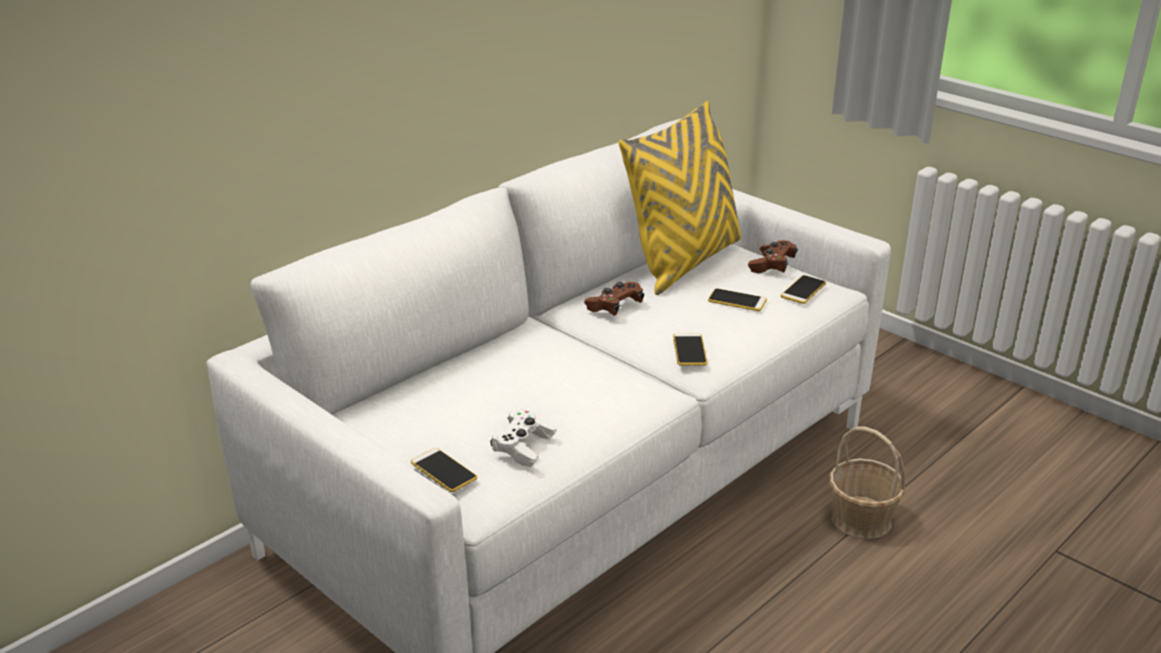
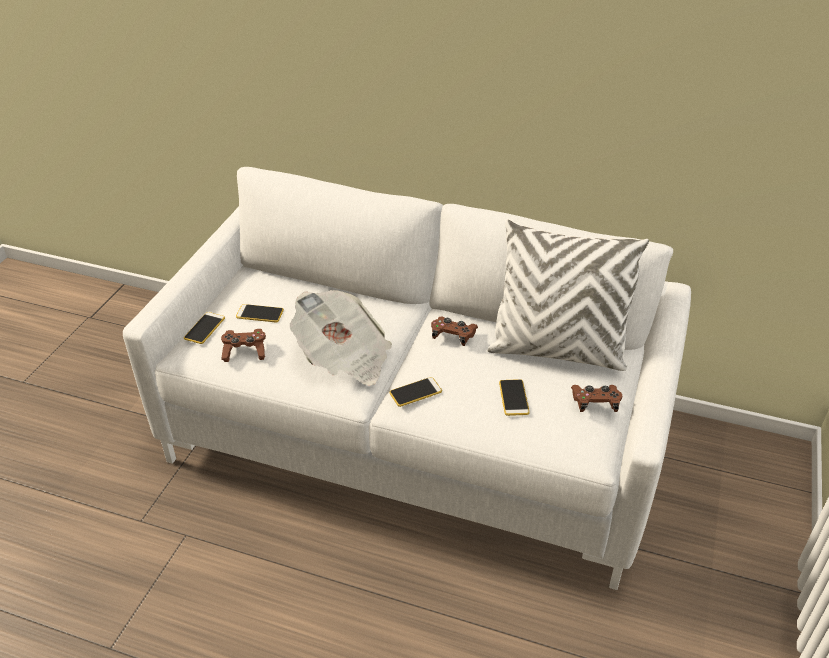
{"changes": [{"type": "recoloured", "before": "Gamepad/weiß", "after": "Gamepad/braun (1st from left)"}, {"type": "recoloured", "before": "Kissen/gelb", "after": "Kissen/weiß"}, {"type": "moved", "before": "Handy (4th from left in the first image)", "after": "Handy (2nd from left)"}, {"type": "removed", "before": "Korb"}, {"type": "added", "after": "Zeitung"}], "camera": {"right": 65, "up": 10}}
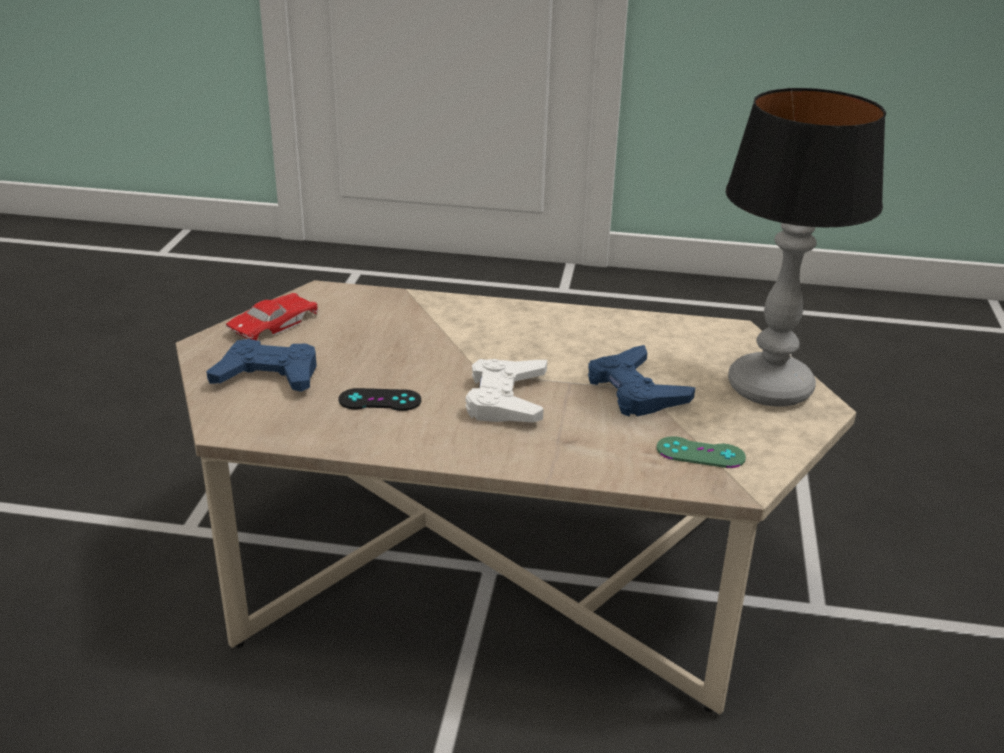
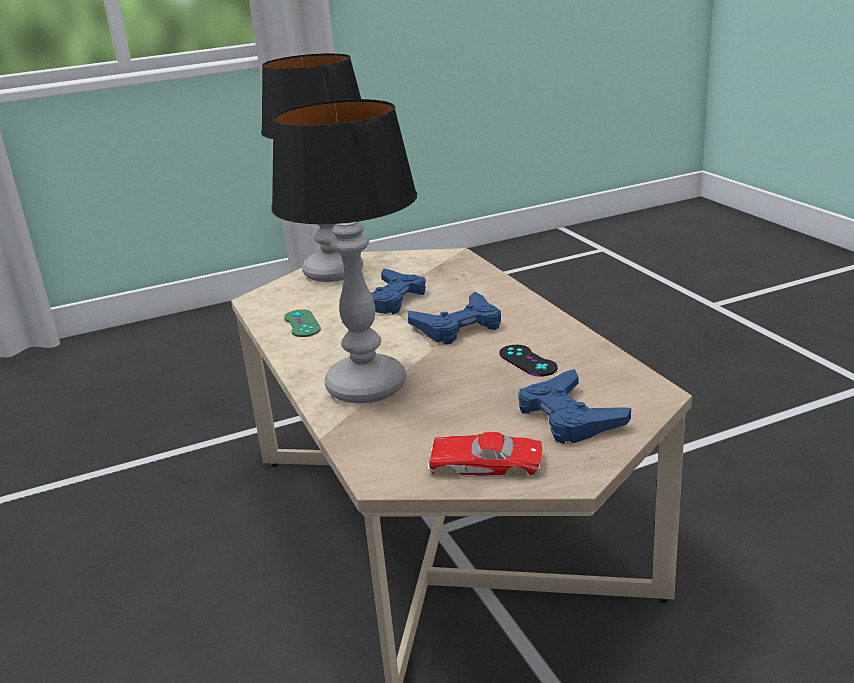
{"changes": [{"type": "recoloured", "before": "Gamepad/weiß", "after": "Gamepad/blau (2nd from left)"}, {"type": "moved", "before": "Gamepad/grün"}, {"type": "added", "after": "Tischlampe (2nd from left)"}], "camera": {"right": -120, "up": -5}}
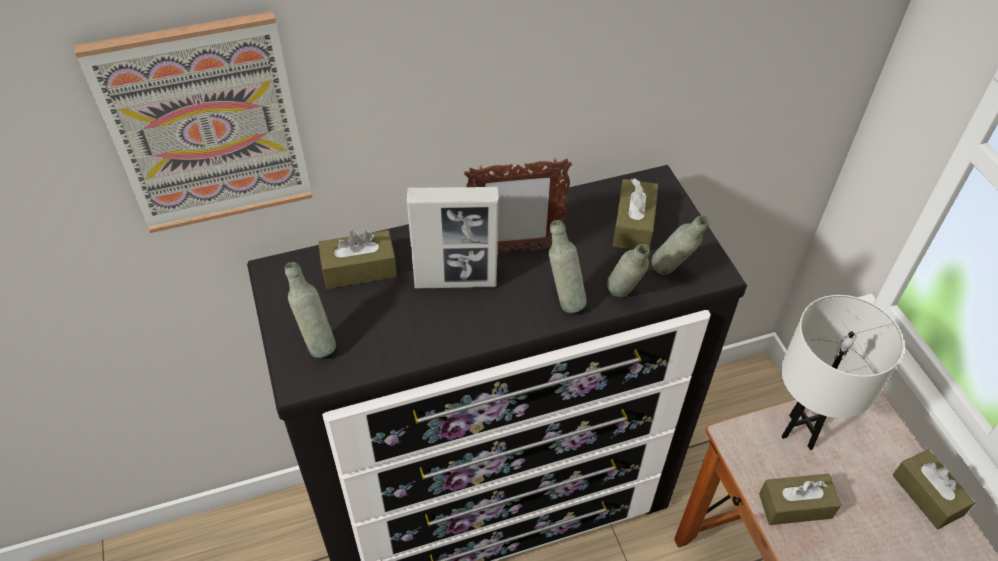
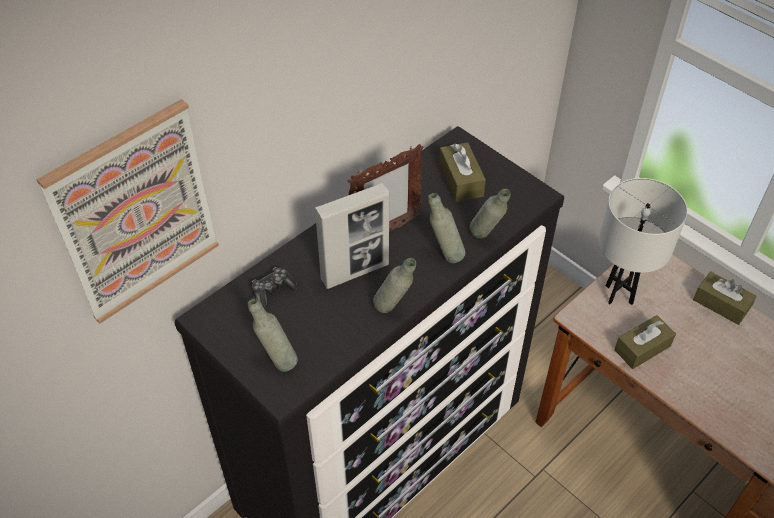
{"changes": [{"type": "replaced", "before": "Taschentuchbox/braun (1st from left)", "after": "Gamepad"}, {"type": "moved", "before": "Flasche/grau (4th from left in the first image)", "after": "Flasche/grau (2nd from left)"}], "camera": {"right": -25, "up": 0}}
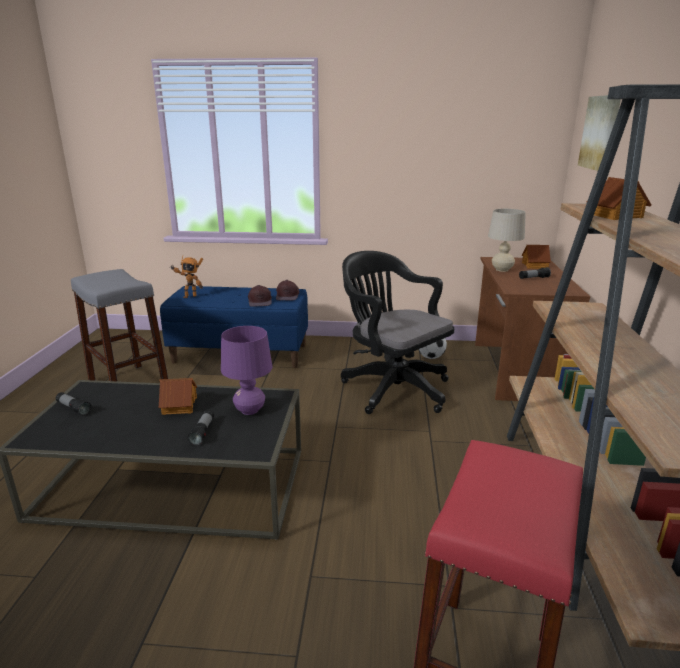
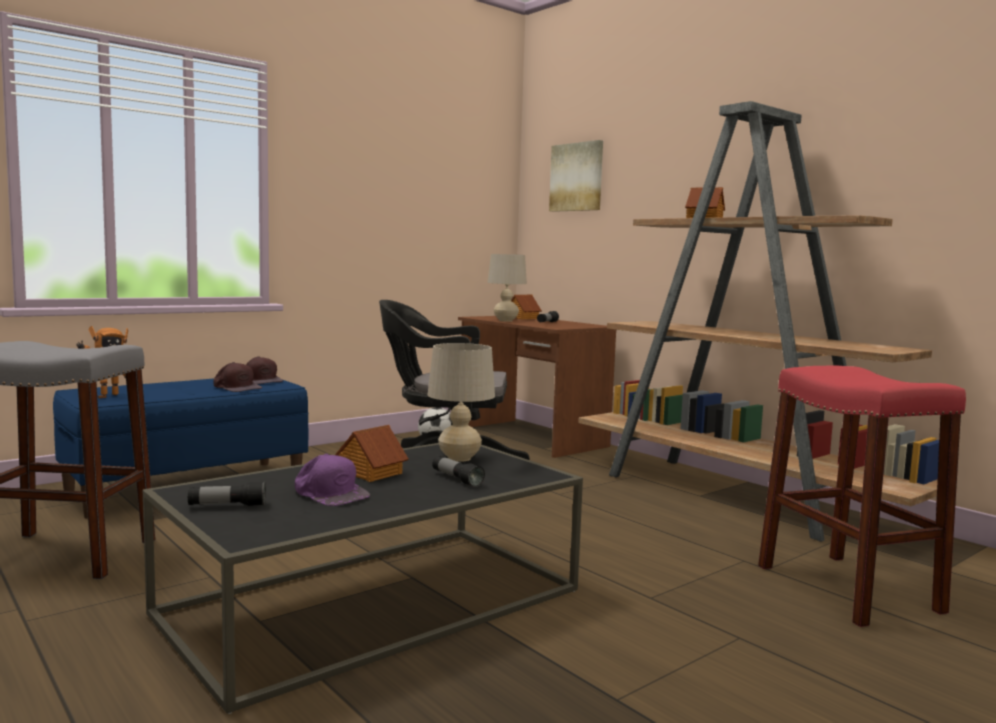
{"changes": [{"type": "recoloured", "before": "Tischlampe/lila", "after": "Tischlampe/beige (1st from left)"}, {"type": "added", "after": "Kappe/lila"}], "camera": {"right": -45, "up": -15}}
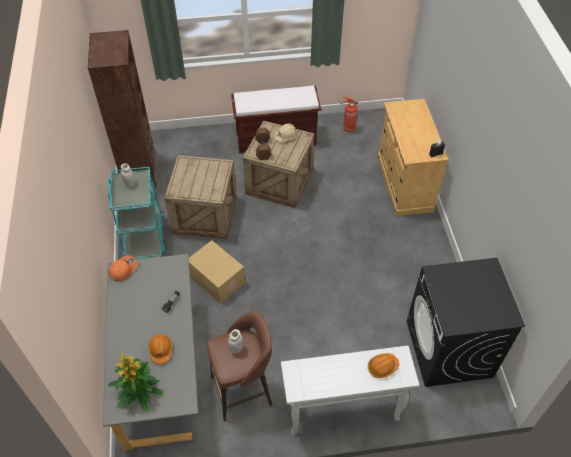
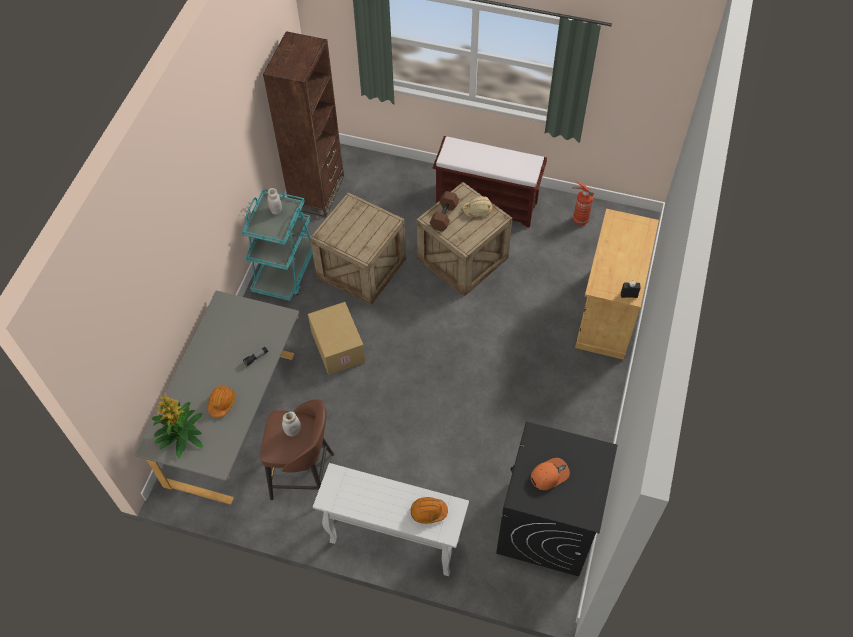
{"changes": [{"type": "moved", "before": "Kappe/orange"}], "camera": {"right": 25, "up": 5}}
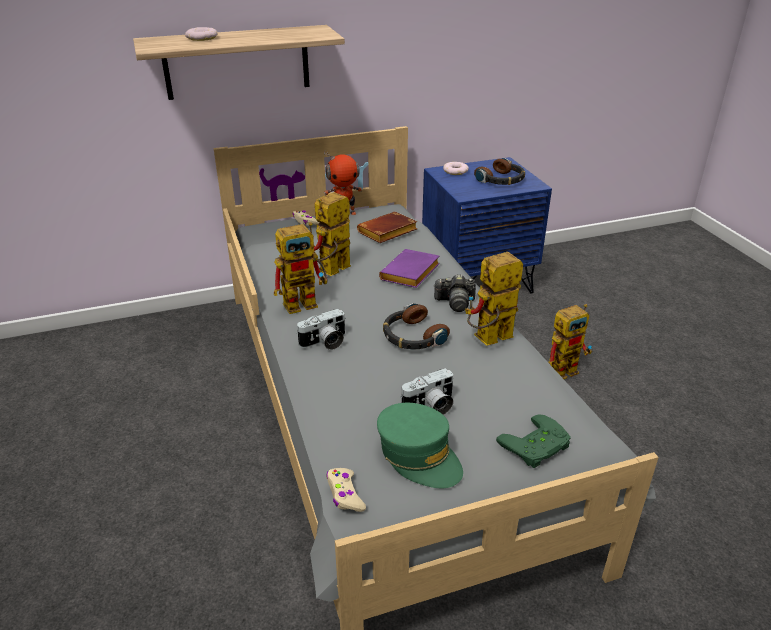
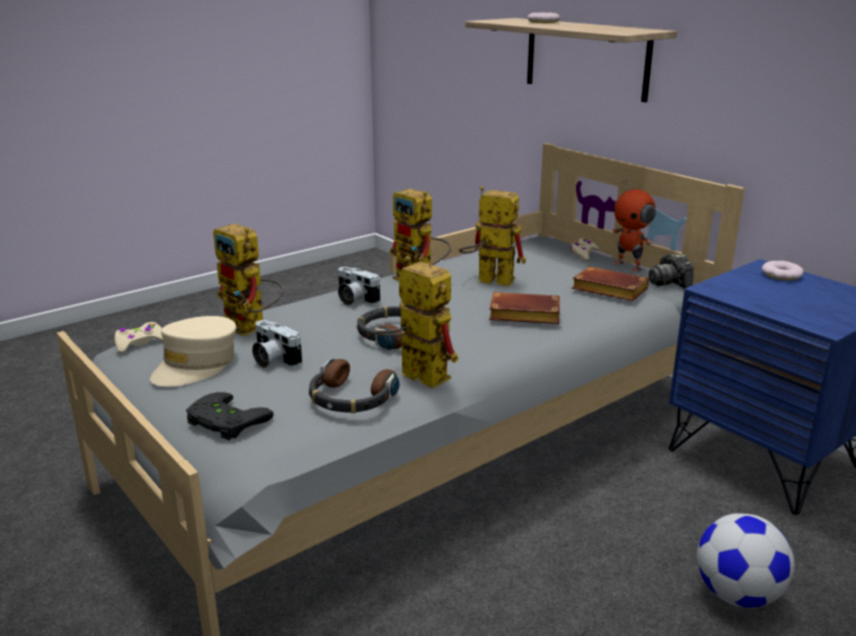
{"changes": [{"type": "recoloured", "before": "Kappe/grün", "after": "Kappe/beige"}, {"type": "recoloured", "before": "Buch/lila", "after": "Buch/braun (1st from left)"}, {"type": "moved", "before": "Kamera (3rd from left)"}, {"type": "moved", "before": "Kopfhörer (2nd from left in the first image)", "after": "Kopfhörer (1st from left)"}, {"type": "recoloured", "before": "Gamepad/grün", "after": "Gamepad/schwarz"}, {"type": "moved", "before": "Spielzeugroboter (5th from left in the first image)", "after": "Spielzeugroboter (1st from left)"}, {"type": "added", "after": "Fußball"}], "camera": {"right": 70, "up": -10}}
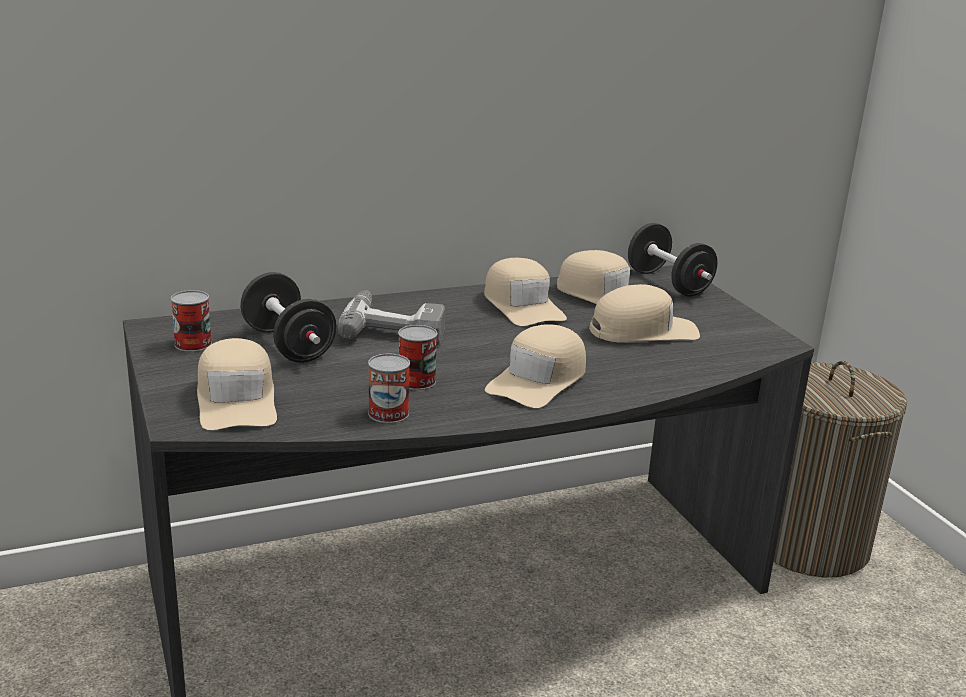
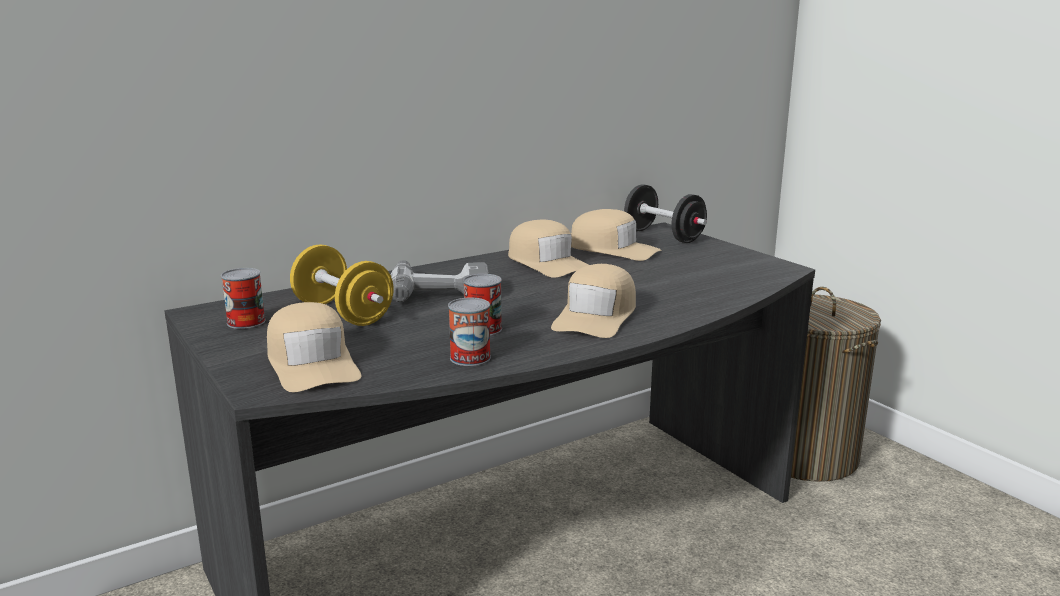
{"changes": [{"type": "recoloured", "before": "Hantel/schwarz (1st from left)", "after": "Hantel/gelb"}, {"type": "removed", "before": "Kappe/beige (5th from left)"}], "camera": {"right": -10, "up": -5}}
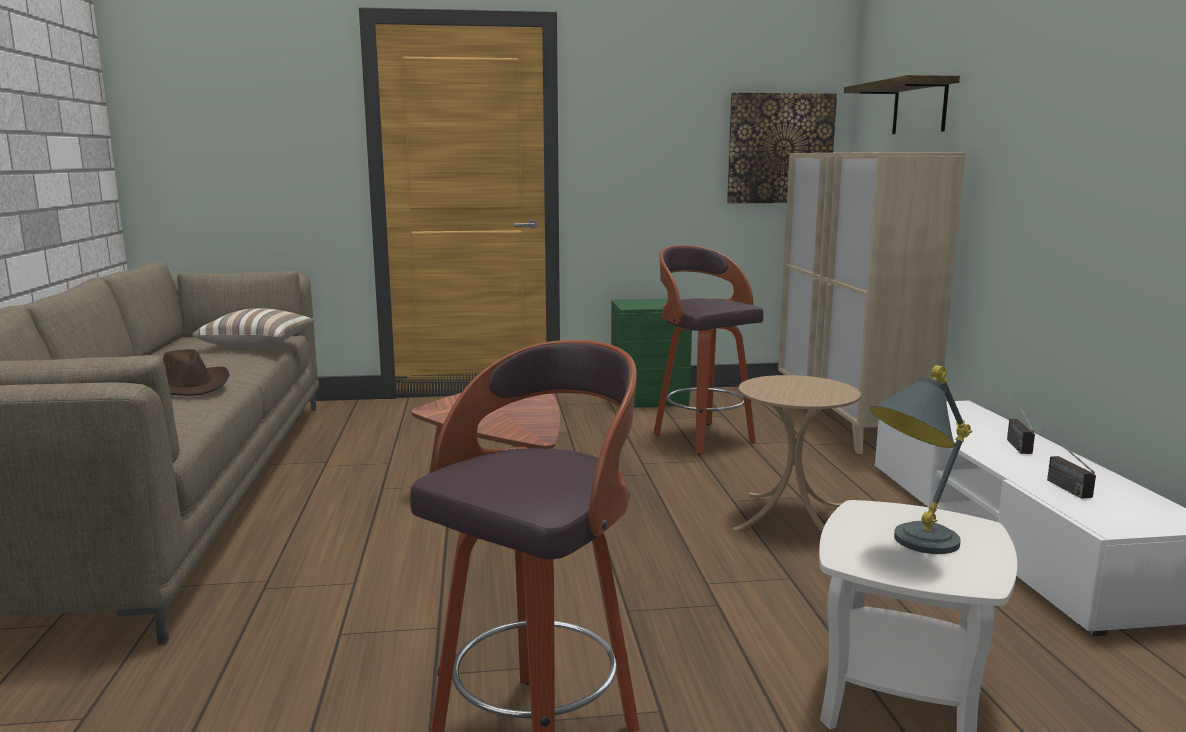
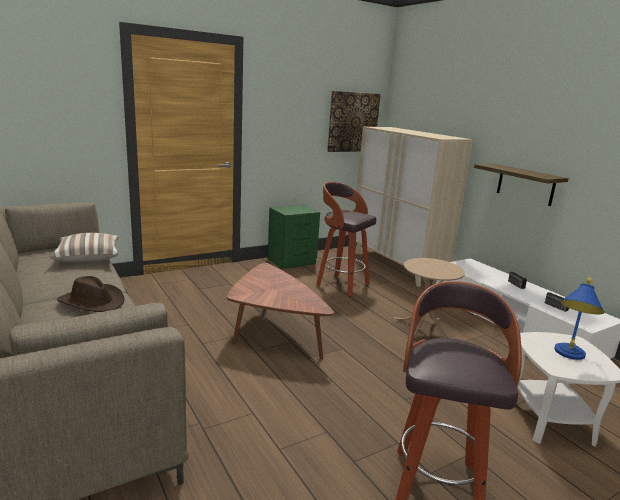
{"changes": [{"type": "moved", "before": "Wandregal"}, {"type": "recoloured", "before": "Tischlampe/grau", "after": "Tischlampe/blau"}], "camera": {"right": -25, "up": 5}}
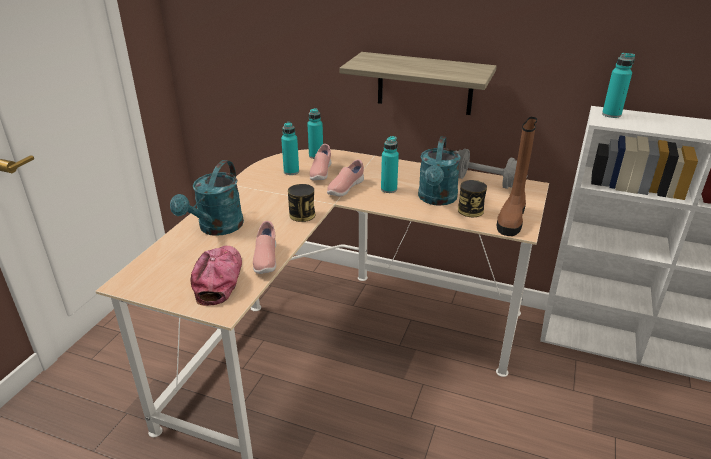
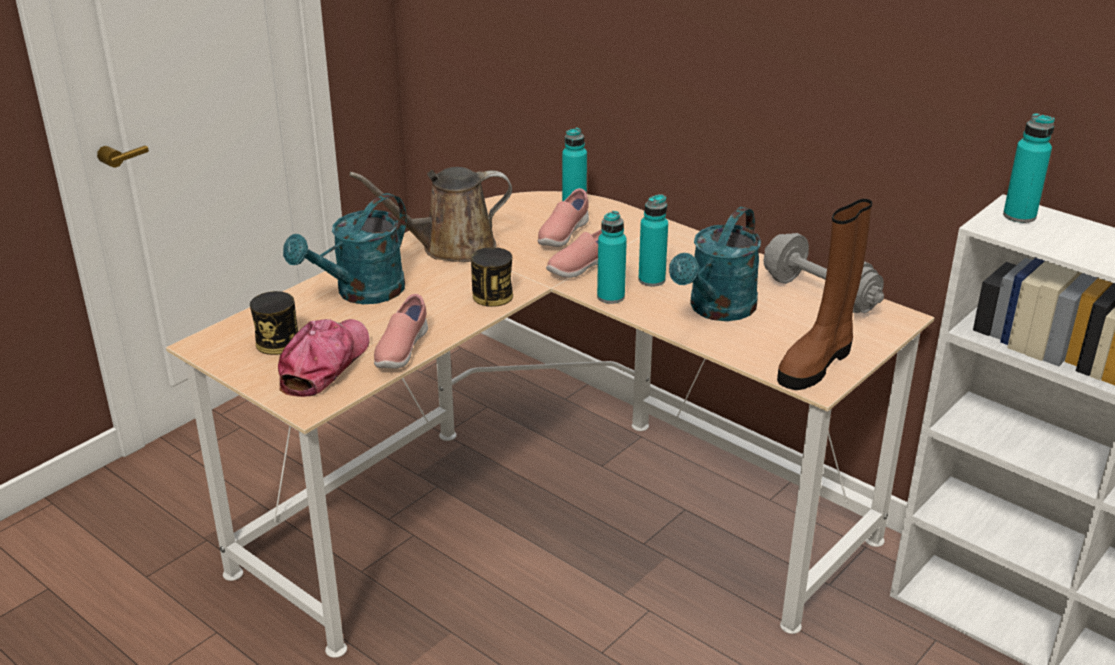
{"changes": [{"type": "moved", "before": "Flasche/türkis (1st from left in the first image)", "after": "Flasche/türkis (2nd from left)"}, {"type": "removed", "before": "Wandregal"}, {"type": "moved", "before": "Dose (2nd from left in the first image)", "after": "Dose (1st from left)"}, {"type": "added", "after": "Gießkanne/braun"}], "camera": {"right": 20, "up": 0}}
